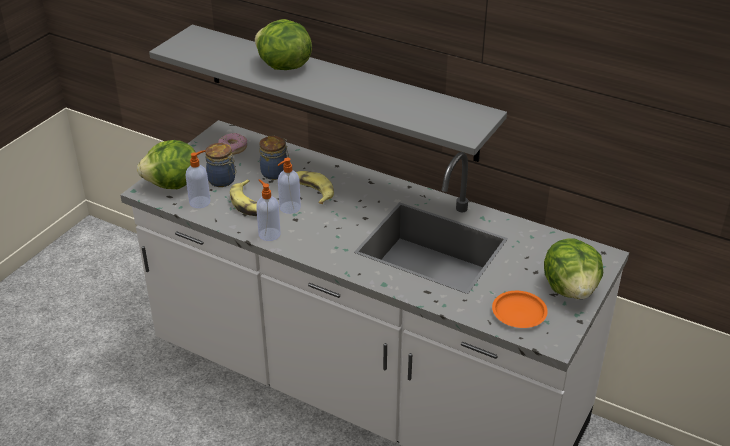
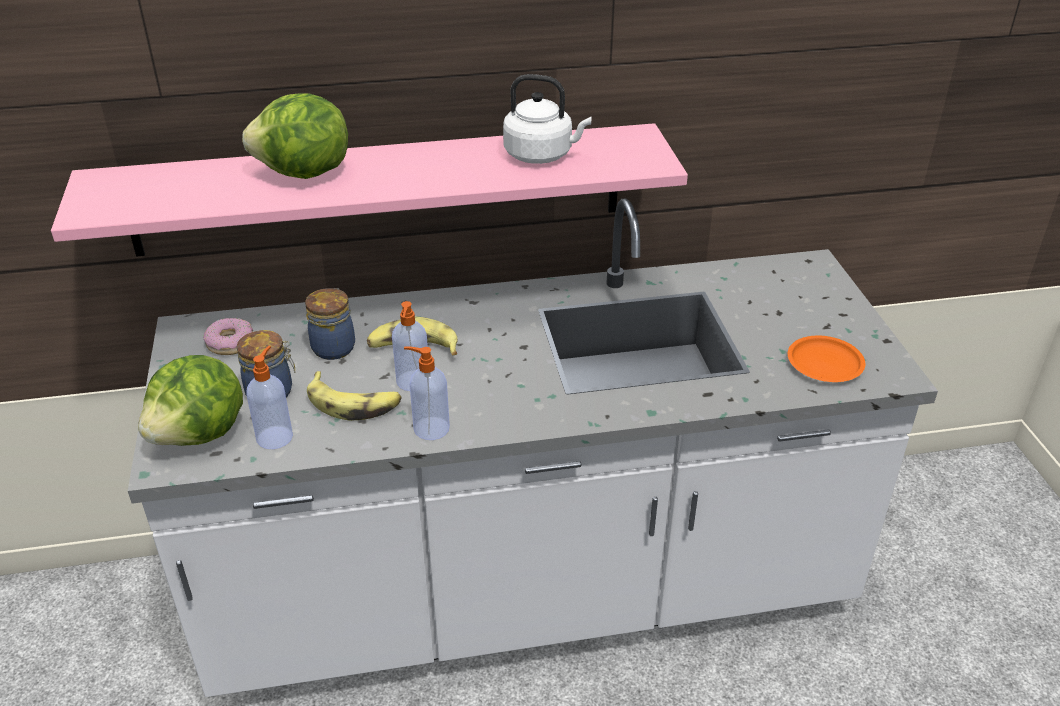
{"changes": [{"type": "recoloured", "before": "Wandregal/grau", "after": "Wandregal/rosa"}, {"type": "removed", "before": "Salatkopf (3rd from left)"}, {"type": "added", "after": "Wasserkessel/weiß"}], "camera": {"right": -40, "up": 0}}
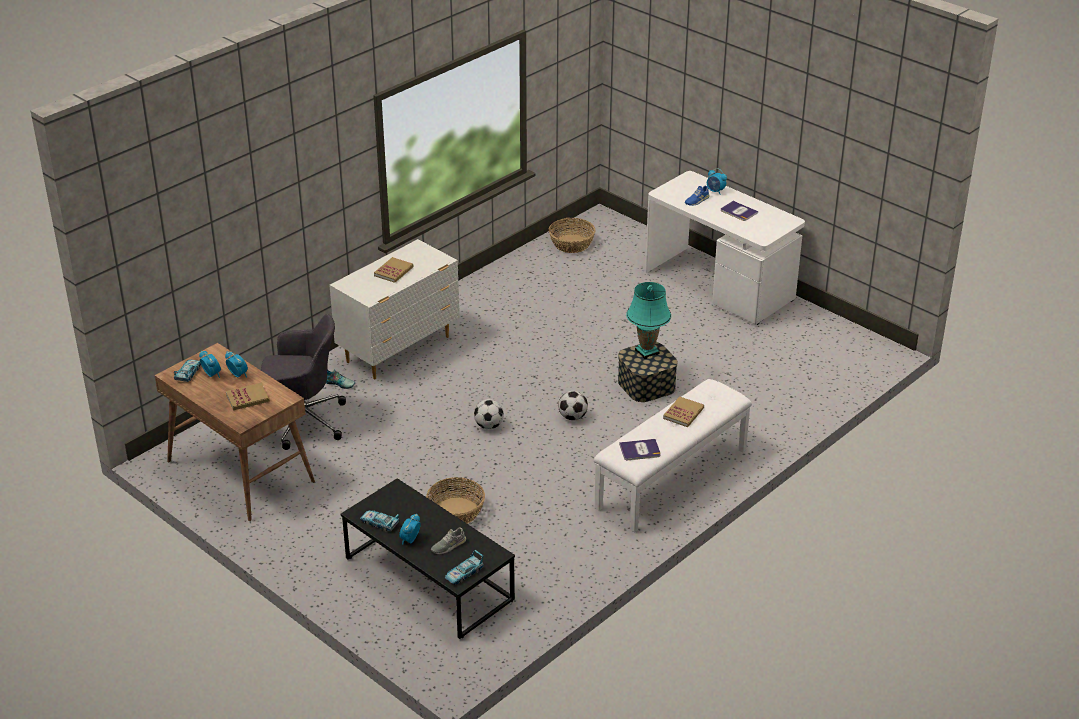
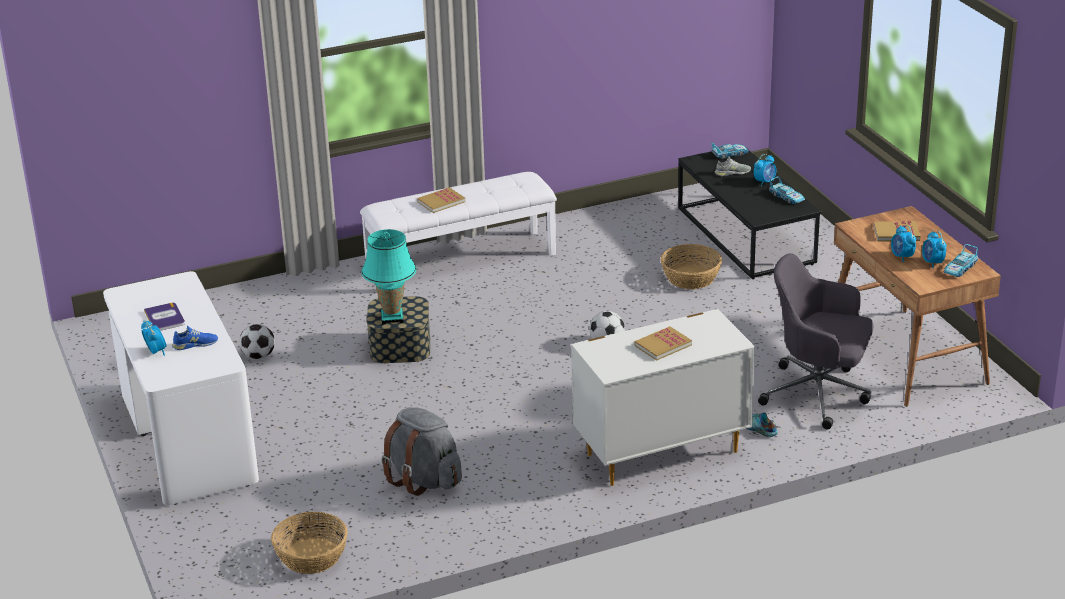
{"changes": [{"type": "moved", "before": "Fußball (2nd from left in the first image)", "after": "Fußball (1st from left)"}, {"type": "removed", "before": "Buch (3rd from left)"}, {"type": "added", "after": "Rucksack/grau"}], "camera": {"right": -155, "up": -5}}
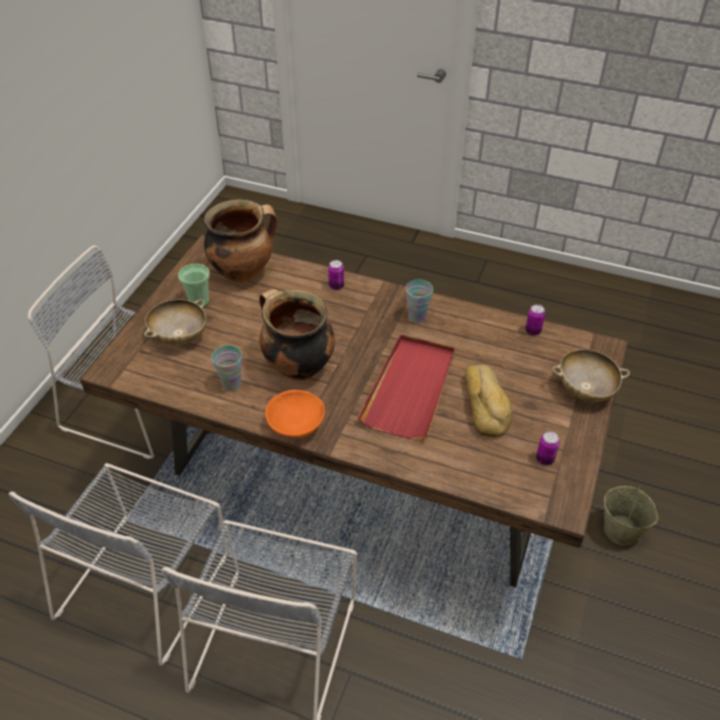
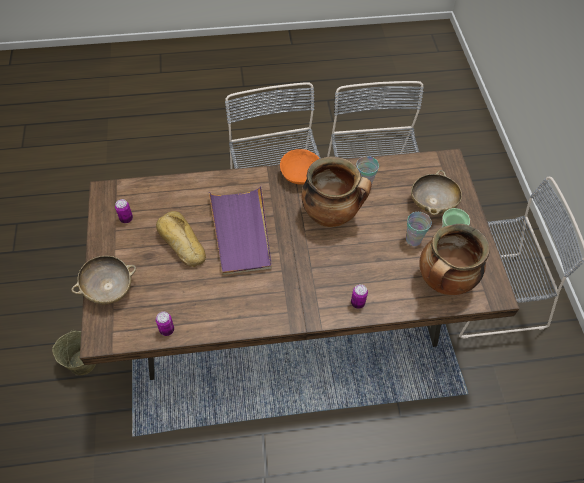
{"changes": [{"type": "recoloured", "before": "Tablett/rot", "after": "Tablett/lila"}, {"type": "moved", "before": "Tasse (3rd from left in the first image)", "after": "Tasse (2nd from left)"}], "camera": {"right": 150, "up": 10}}
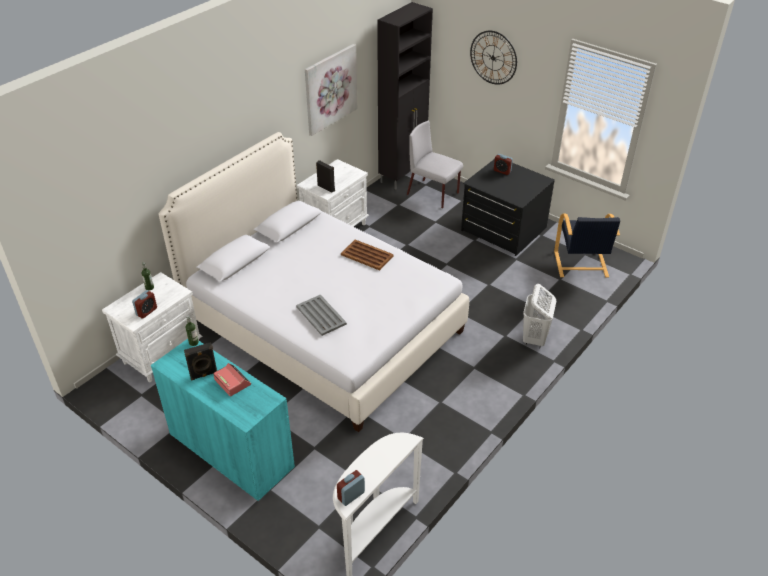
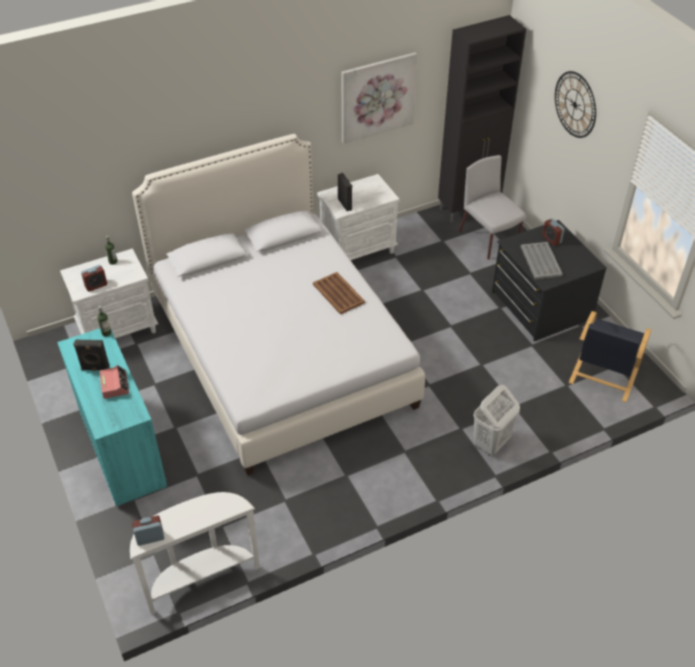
{"changes": [{"type": "moved", "before": "Tablett/grau"}], "camera": {"right": 25, "up": 5}}
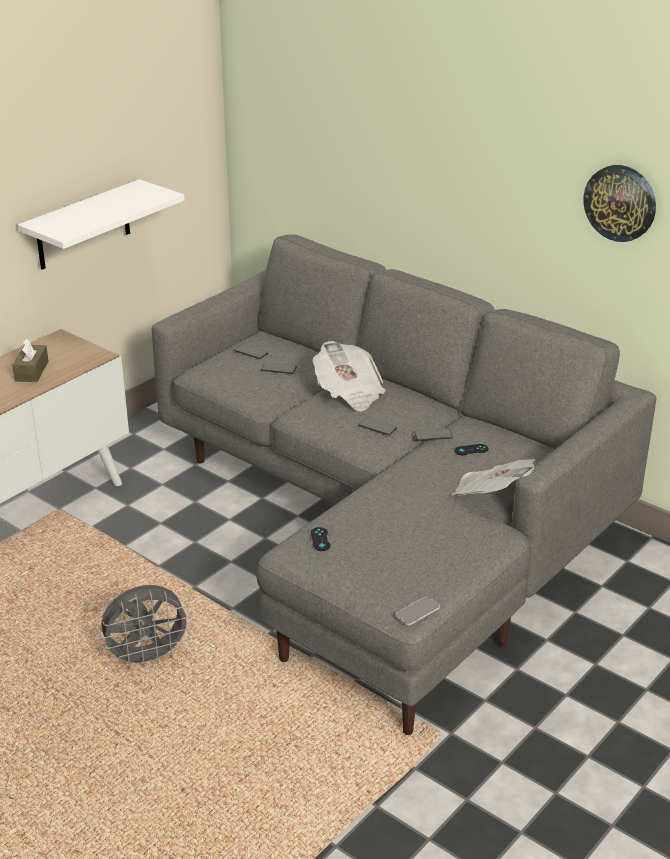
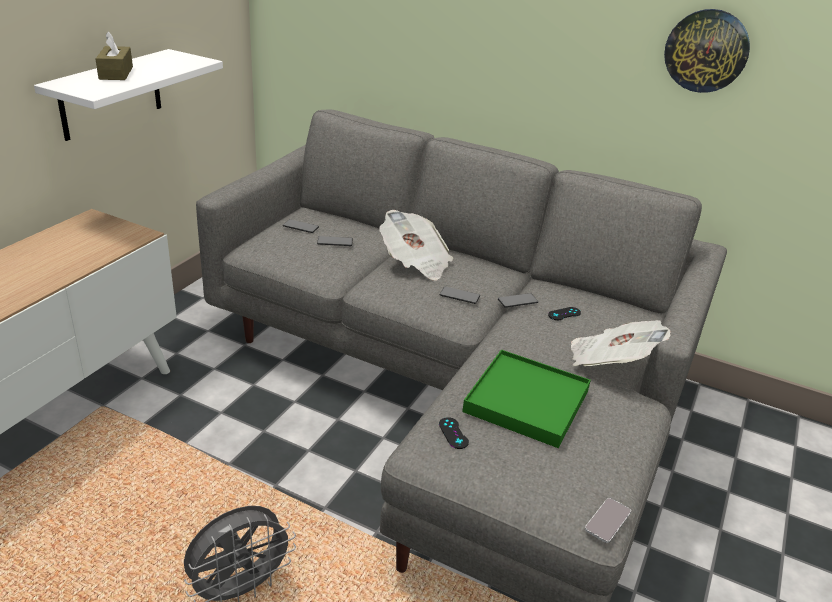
{"changes": [{"type": "moved", "before": "Taschentuchbox/braun"}, {"type": "added", "after": "Tablett/grün"}], "camera": {"right": -15, "up": 0}}
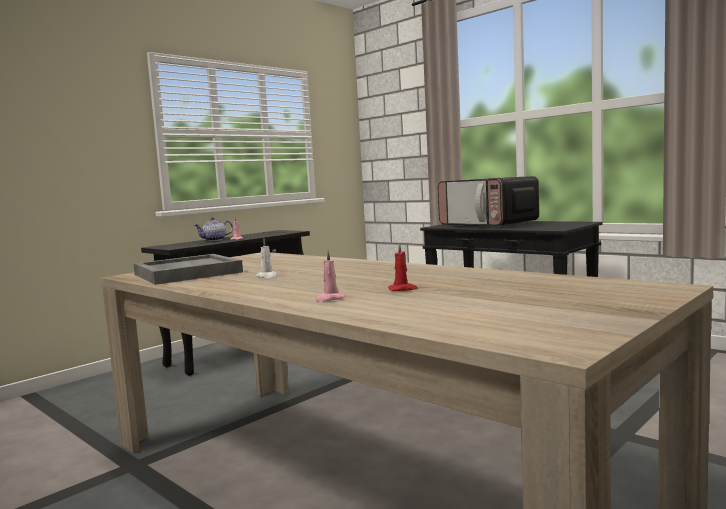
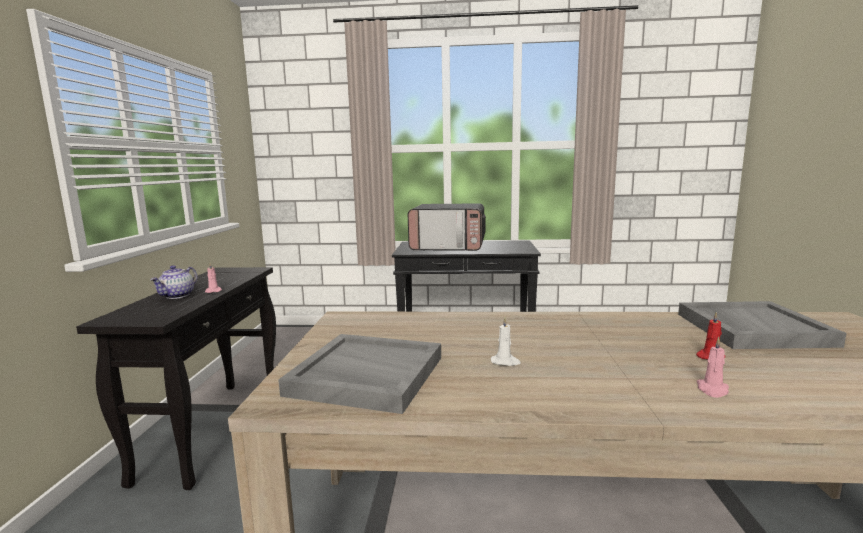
{"changes": [{"type": "added", "after": "Tablett/grau (2nd from left)"}], "camera": {"right": -40, "up": 5}}
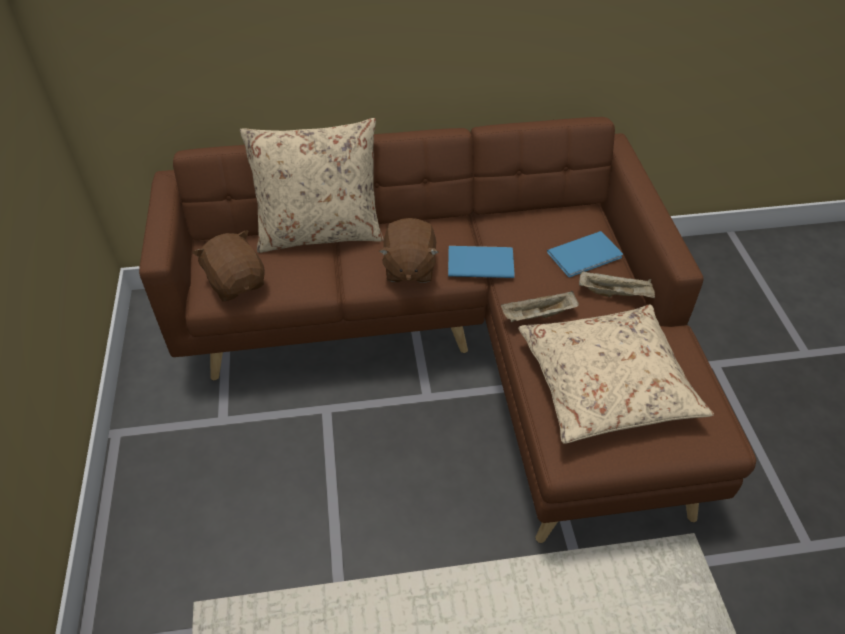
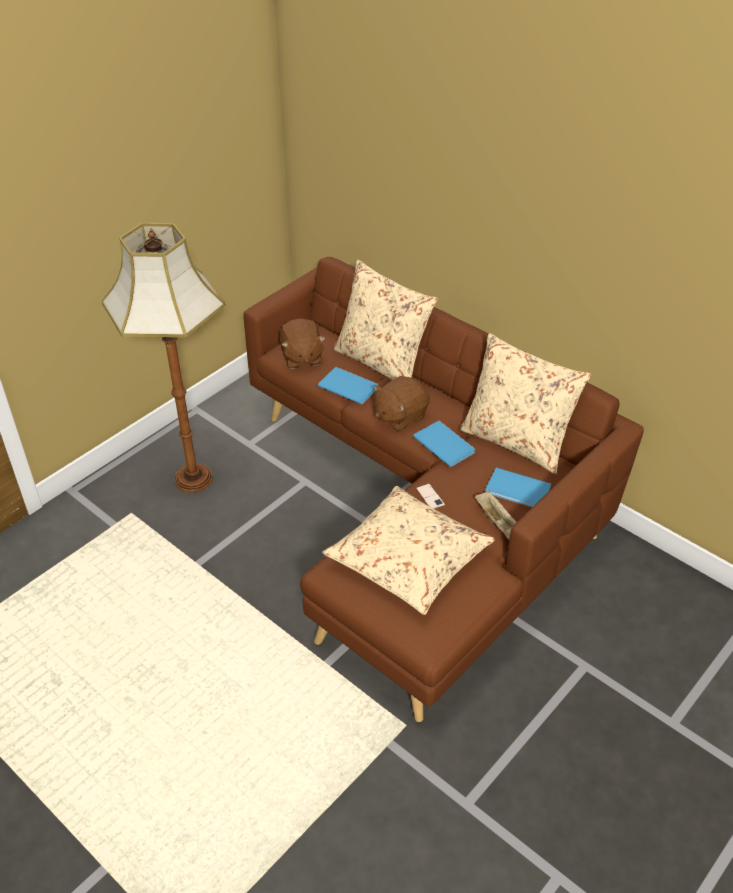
{"changes": [{"type": "turned", "before": "Plüschtier/braun (1st from left)", "turn": 150}, {"type": "replaced", "before": "Tablett/beige (1st from left)", "after": "Handy"}, {"type": "added", "after": "Stehlampe"}, {"type": "added", "after": "Buch/blau (1st from left)"}, {"type": "added", "after": "Kissen/beige (3rd from left)"}], "camera": {"right": 50, "up": -5}}
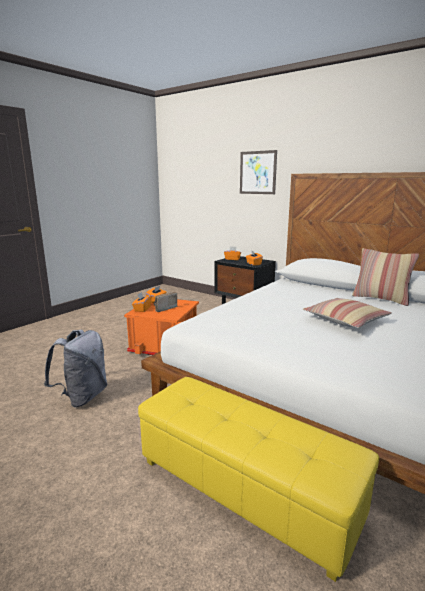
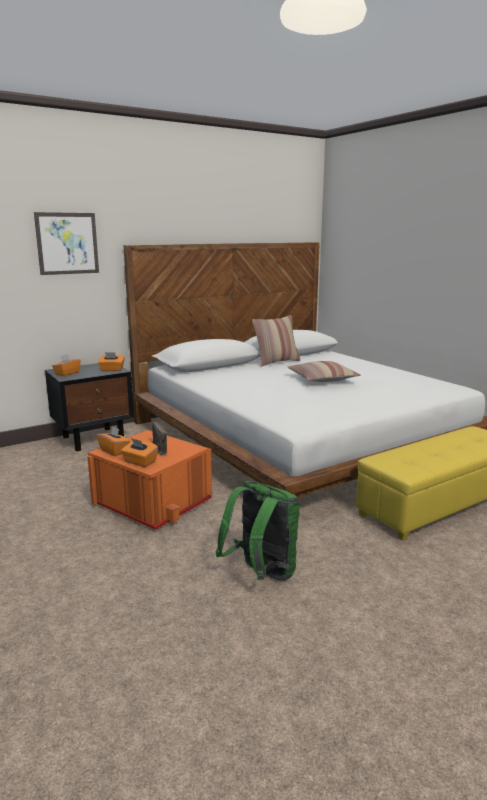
{"changes": [{"type": "recoloured", "before": "Rucksack/grau", "after": "Rucksack/grün"}], "camera": {"right": -70, "up": 0}}
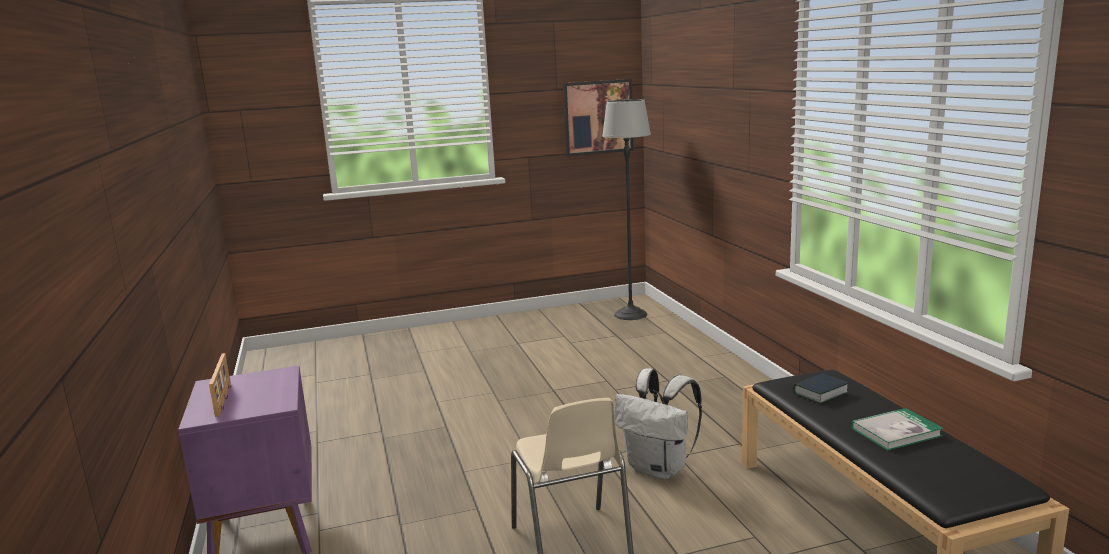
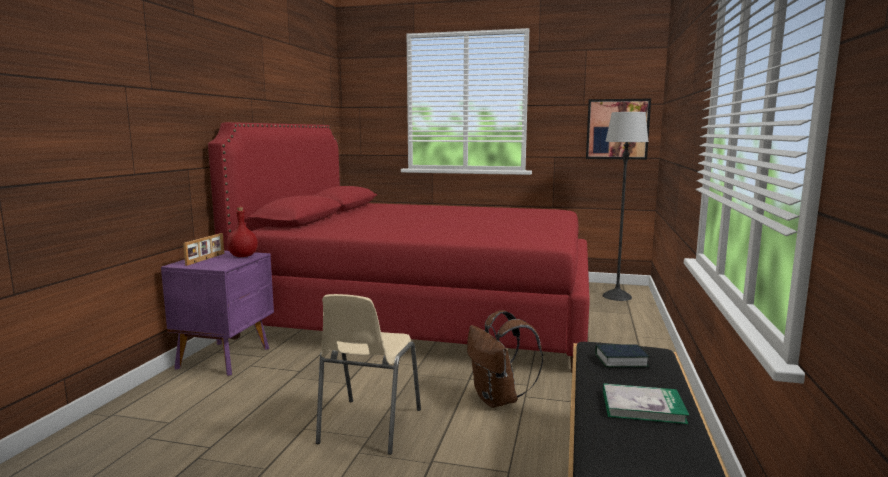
{"changes": [{"type": "recoloured", "before": "Rucksack/weiß", "after": "Rucksack/braun"}, {"type": "added", "after": "Bett/rot"}, {"type": "added", "after": "Flasche/rot"}], "camera": {"right": 30, "up": -5}}
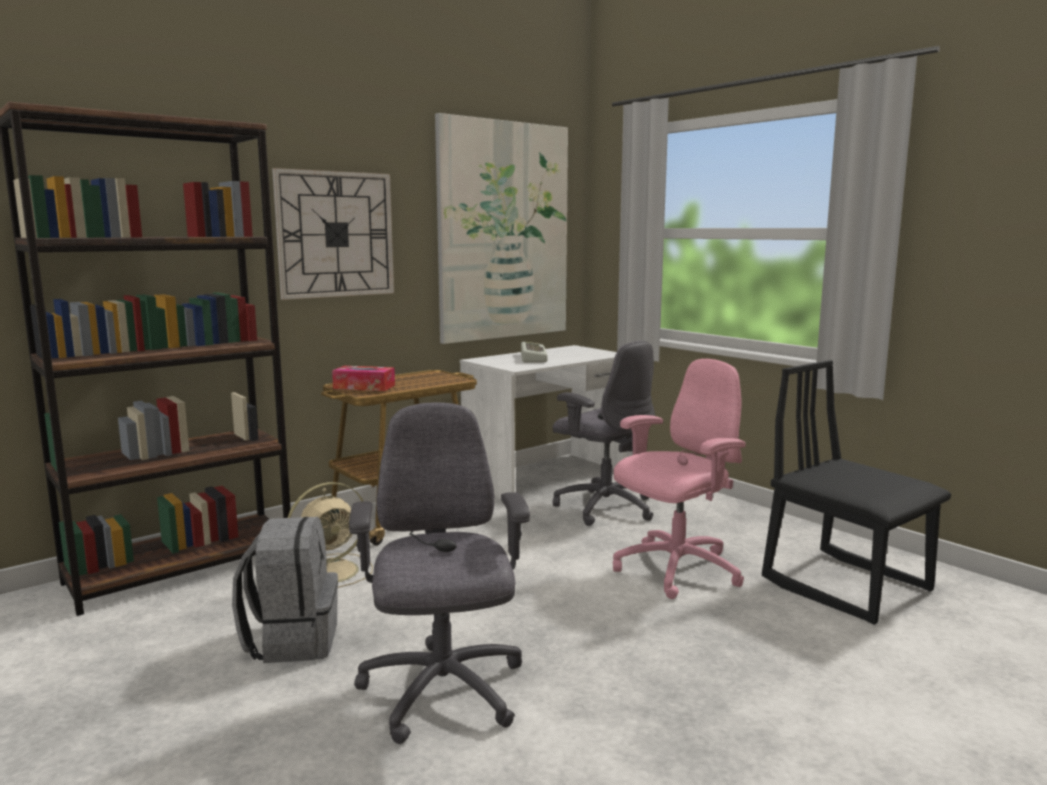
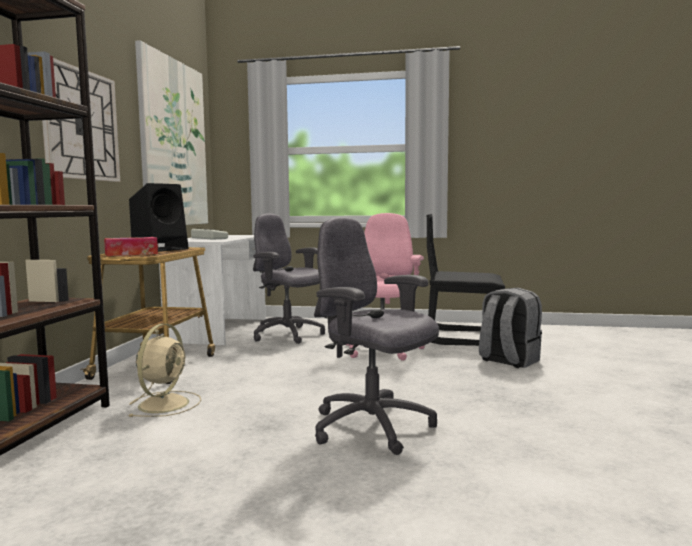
{"changes": [{"type": "moved", "before": "Rucksack/grau"}, {"type": "turned", "before": "Bürostuhl/grau (2nd from left in the first image)", "turn": -150}, {"type": "added", "after": "Lautsprecher/schwarz"}], "camera": {"right": -40, "up": -5}}
